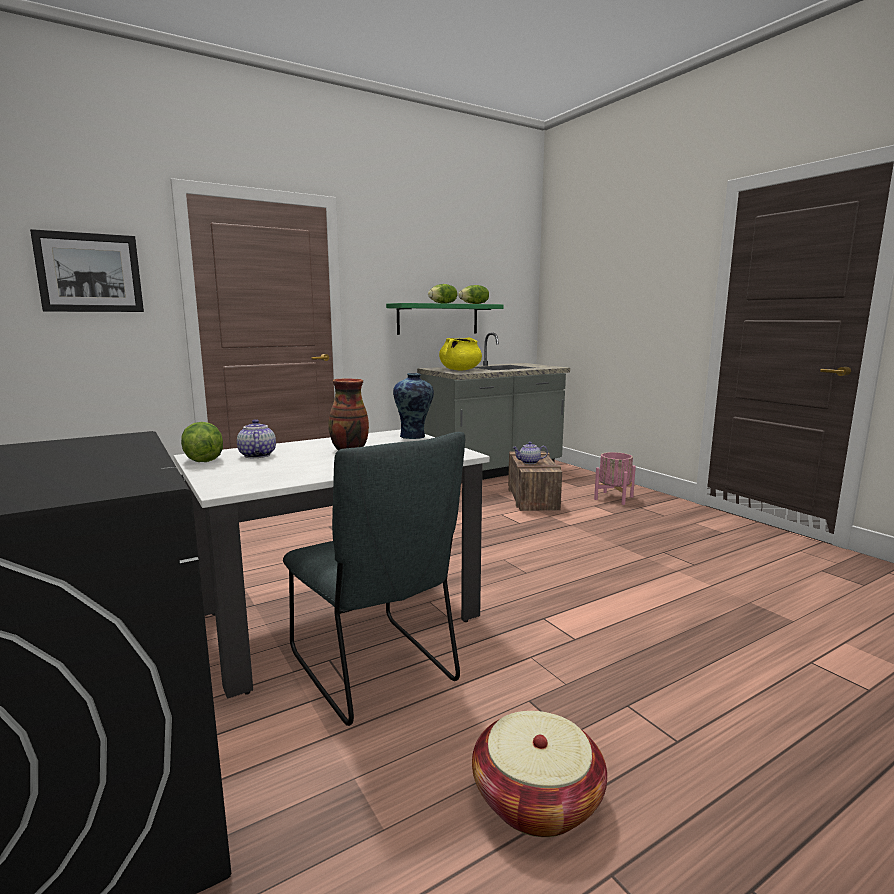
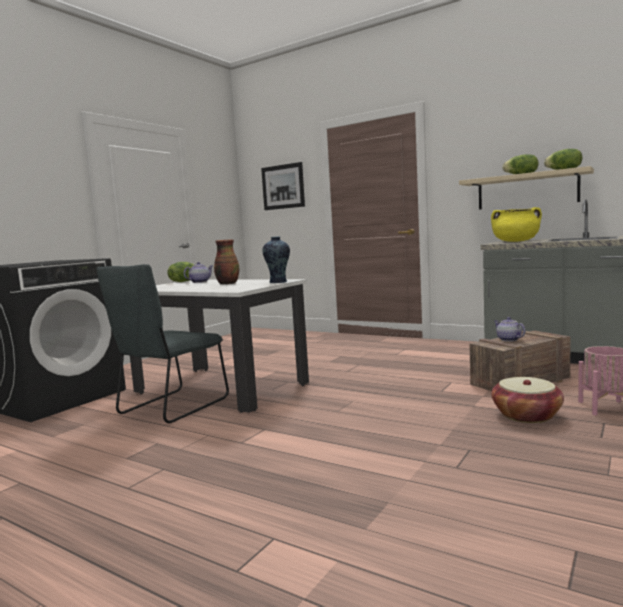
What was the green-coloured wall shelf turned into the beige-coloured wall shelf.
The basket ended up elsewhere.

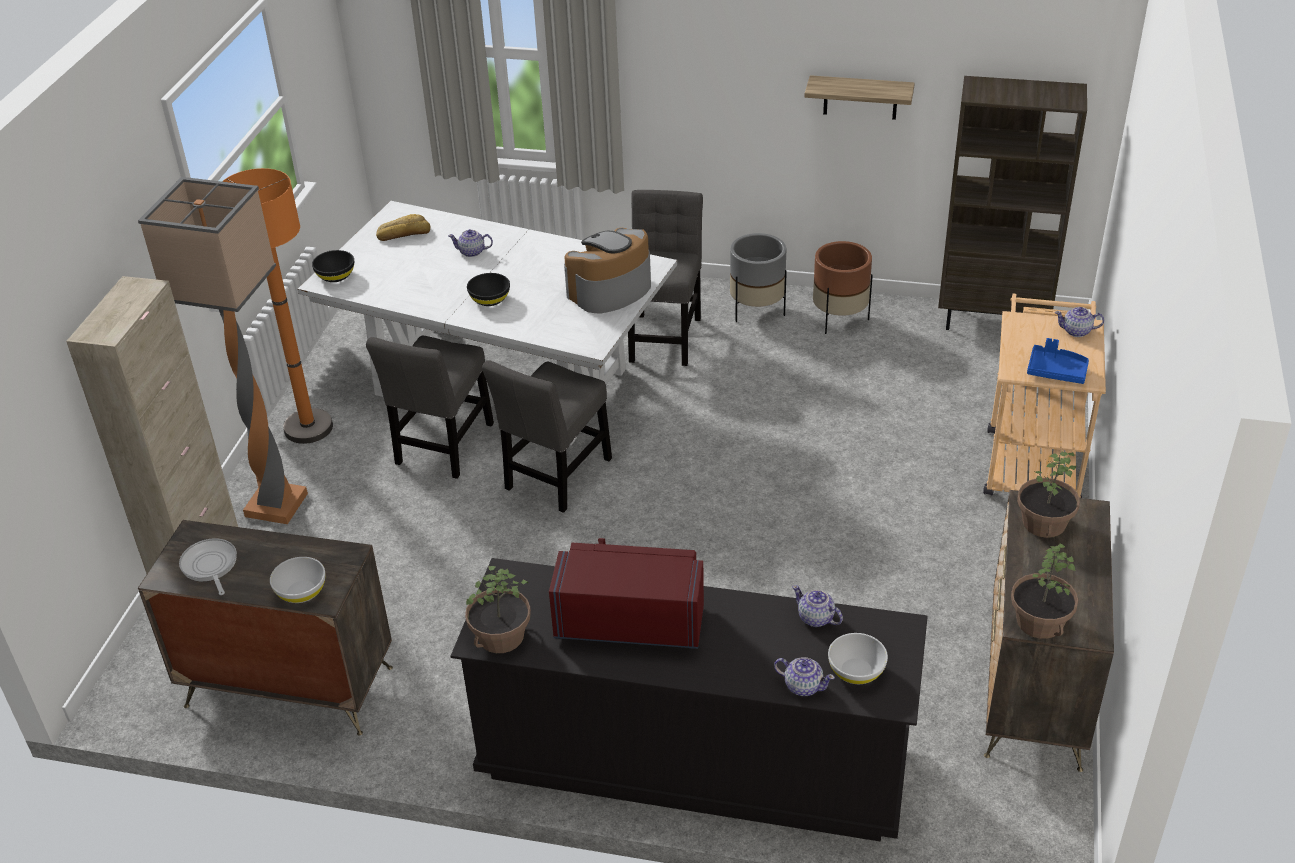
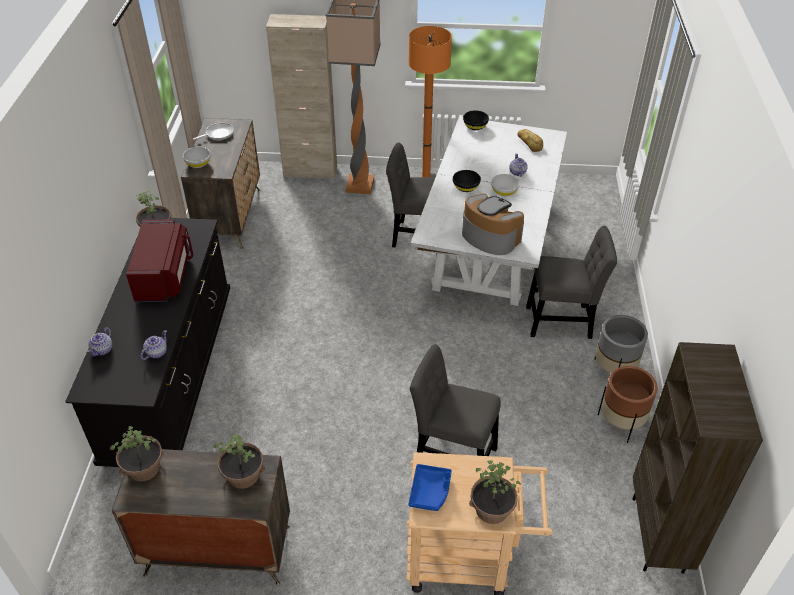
The grey plain chair (2nd from left) ended up elsewhere.
The second view lost the wall shelf.
The white bowl (2nd from left) ended up elsewhere.
Where the tea pot (4th from left) stood, the potted plant (4th from left) came to stand.

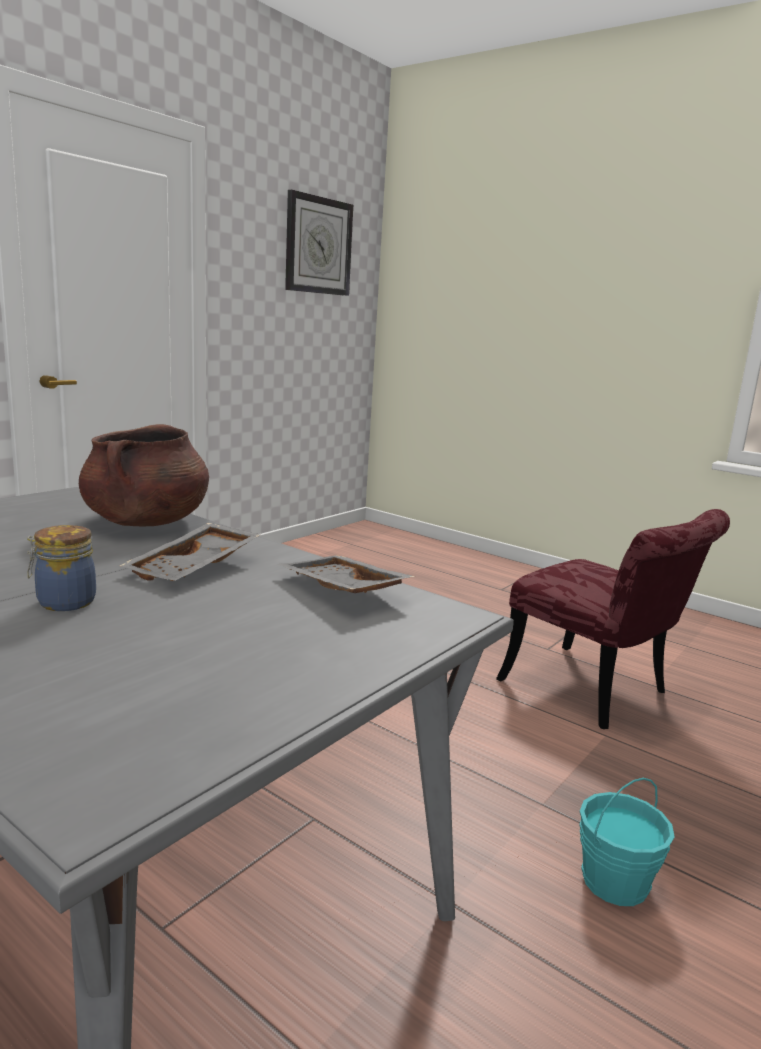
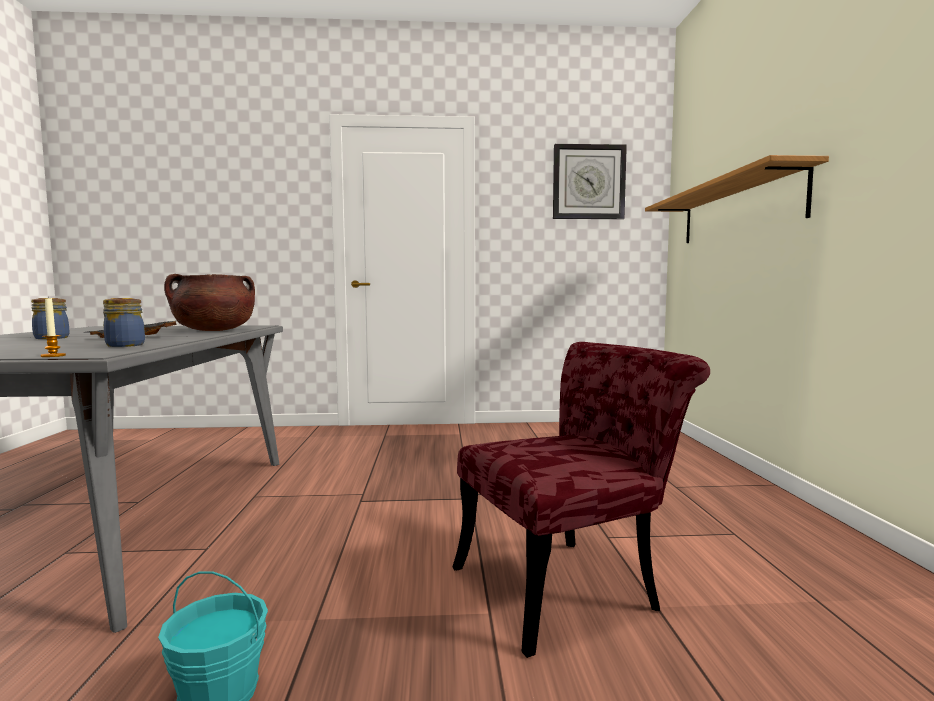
Where the grey tray (2nd from left) stood, the storage jar (2nd from left) came to stand.
The red-coloured plain chair ended up facing another way, 120 degrees counterclockwise from before.
The second view gained the candle.
The second view gained the wall shelf.

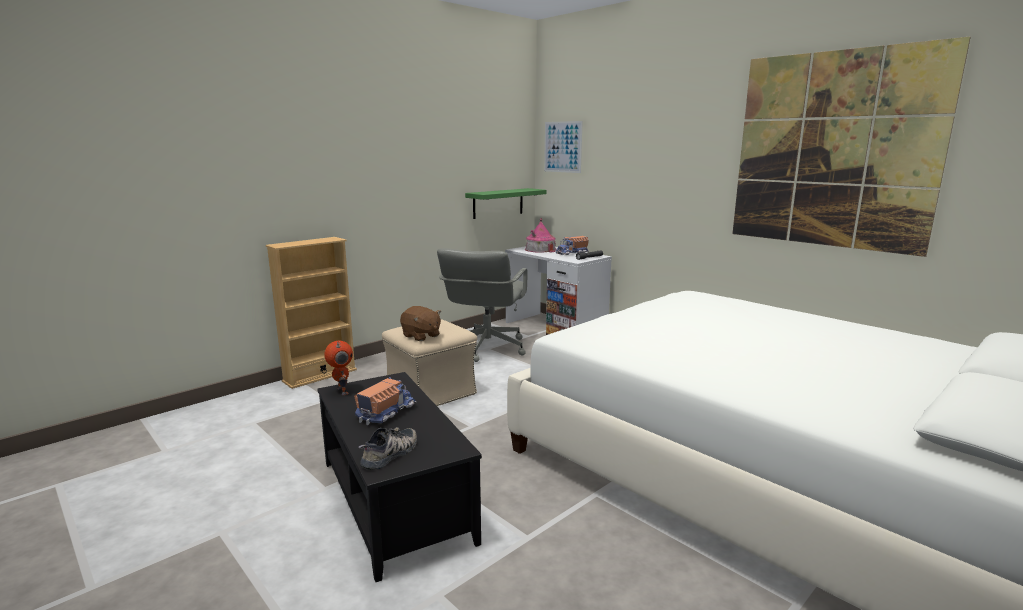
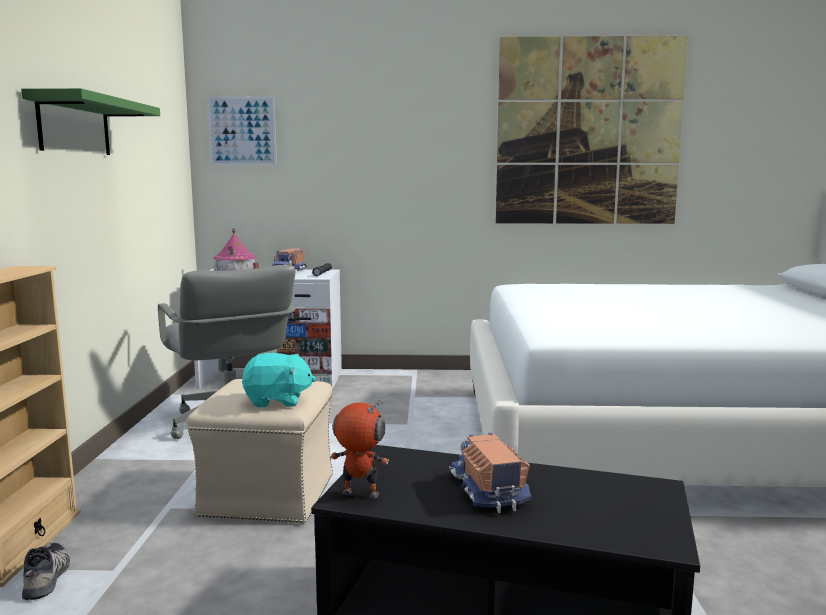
The item of footwear ended up elsewhere.
What was the brown soft toy turned into the turquoise-coloured soft toy.
The green-coloured wall shelf ended up elsewhere.

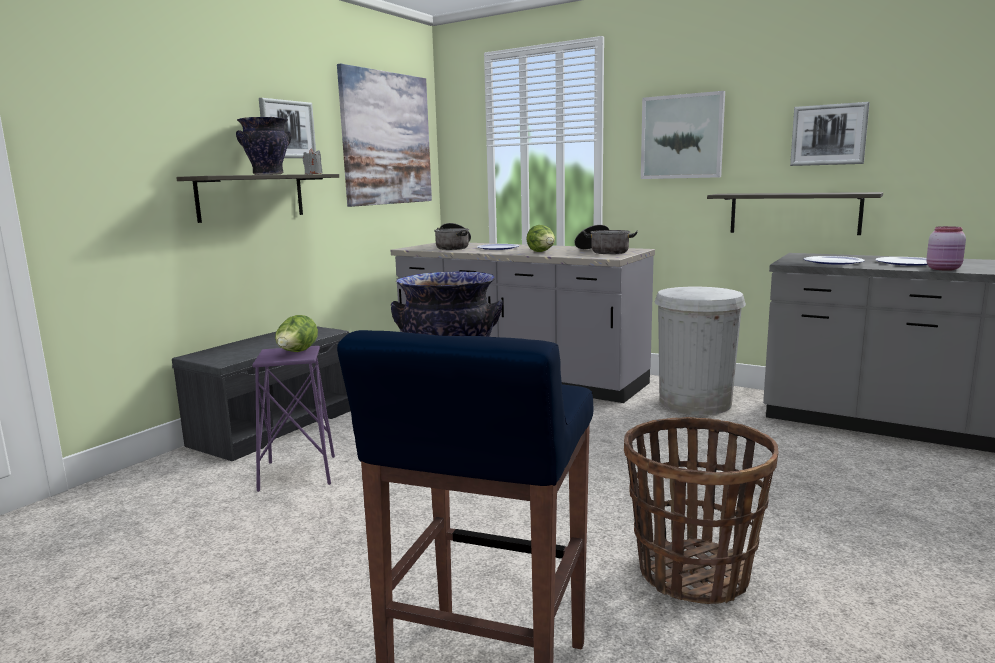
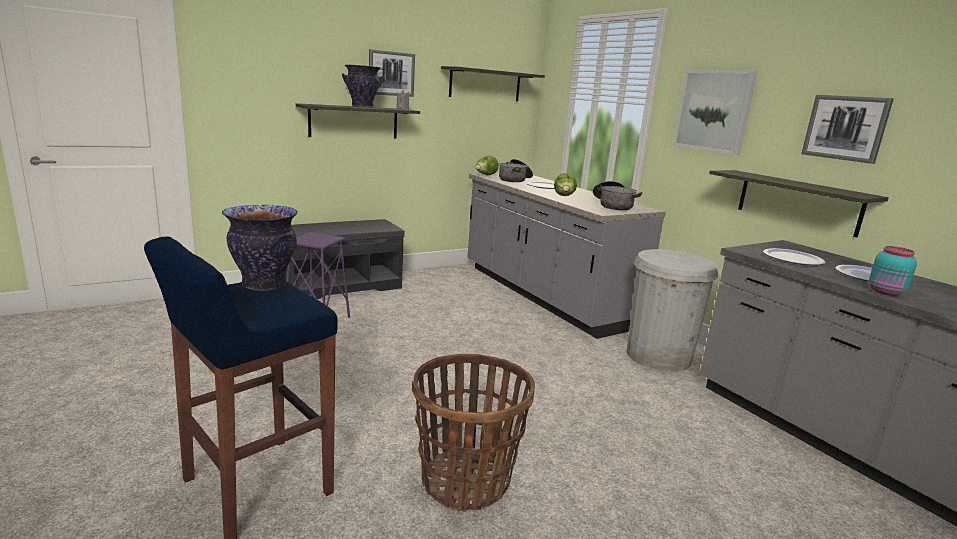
The lettuce (1st from left) ended up elsewhere.
Where the wall art (2nd from left) hung, the wall shelf (2nd from left) came to hang.
What was the pink storage jar turned into the turquoise-coloured storage jar.

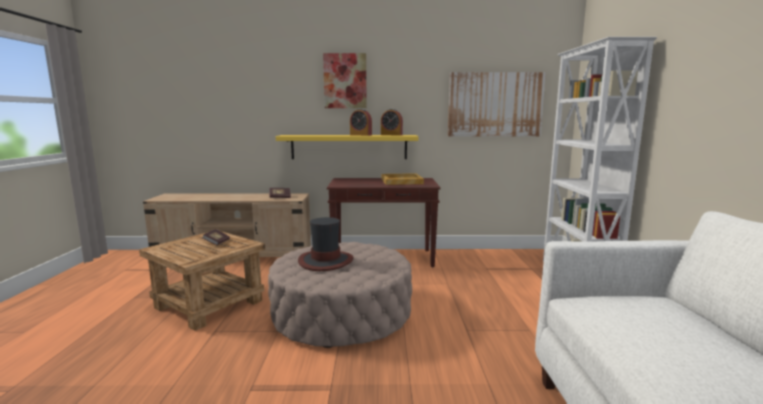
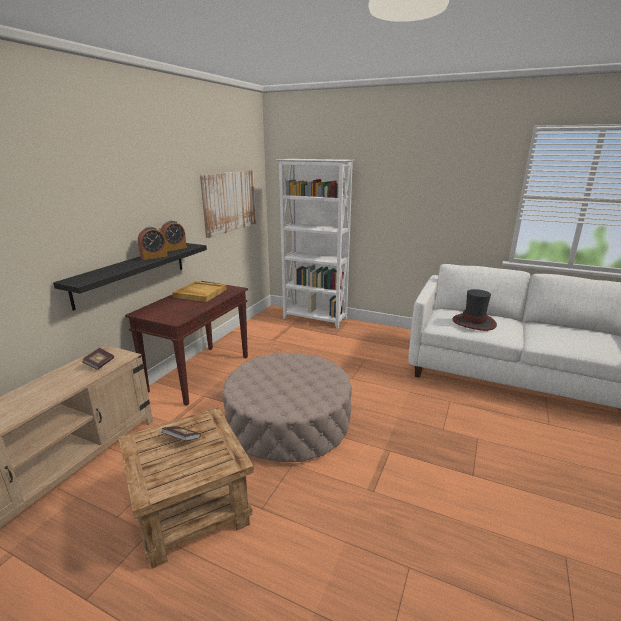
What was the yellow-coloured wall shelf turned into the blackish wall shelf.
The clothing hat ended up elsewhere.
The second view lost the wall art (1st from left).

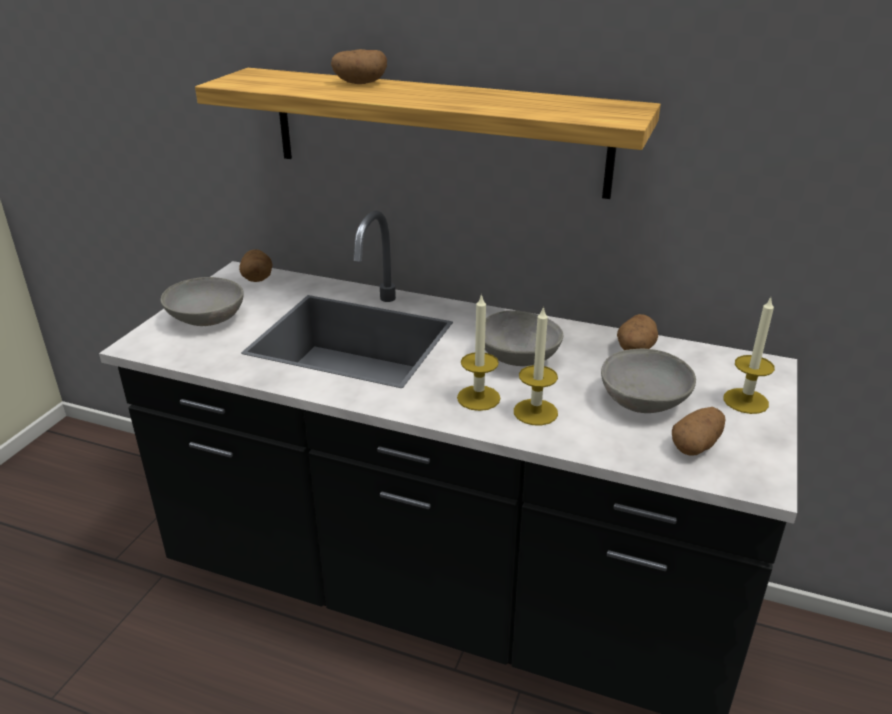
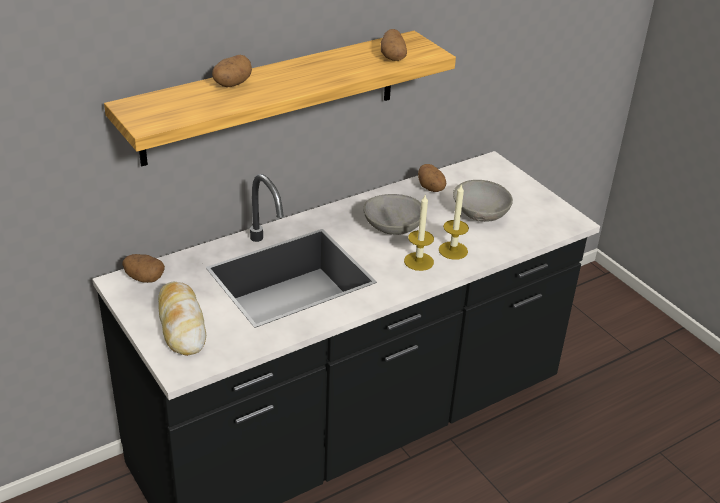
Where the grey bowl (1st from left) stood, the baked bread came to stand.
The whole potato (4th from left in the first image) ended up elsewhere.
The second view lost the candle (3rd from left).

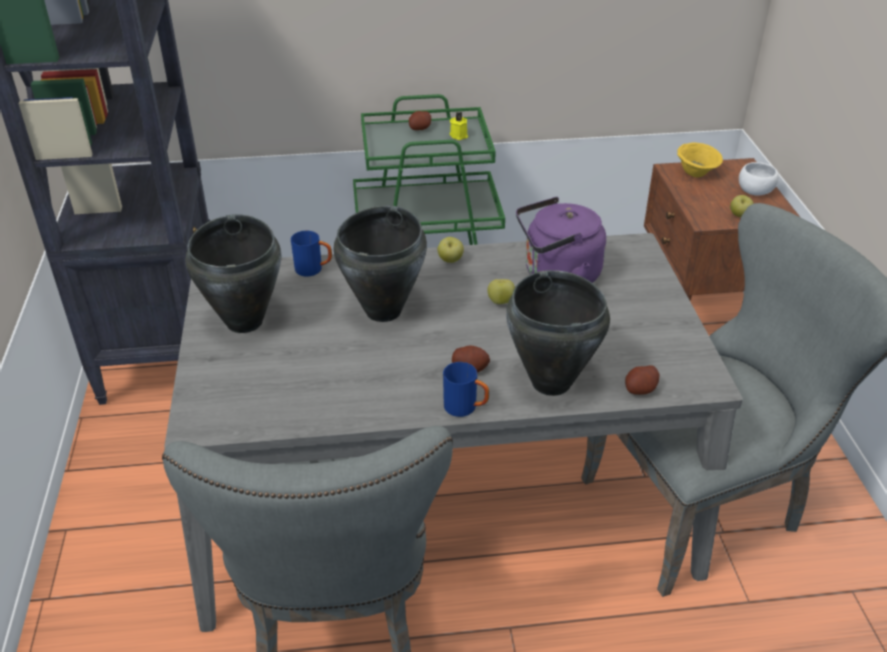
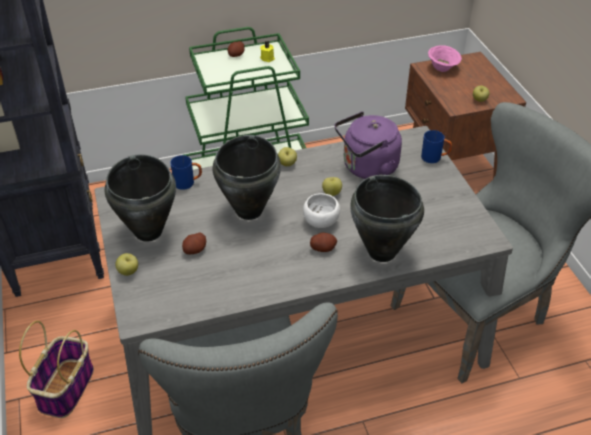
The bluish mug (2nd from left) ended up elsewhere.
The whole potato (3rd from left in the first image) ended up elsewhere.
What was the yellow-coloured bowl turned into the pink bowl.
The white bowl ended up elsewhere.
The second view gained the basket.
The second view gained the apple (1st from left).

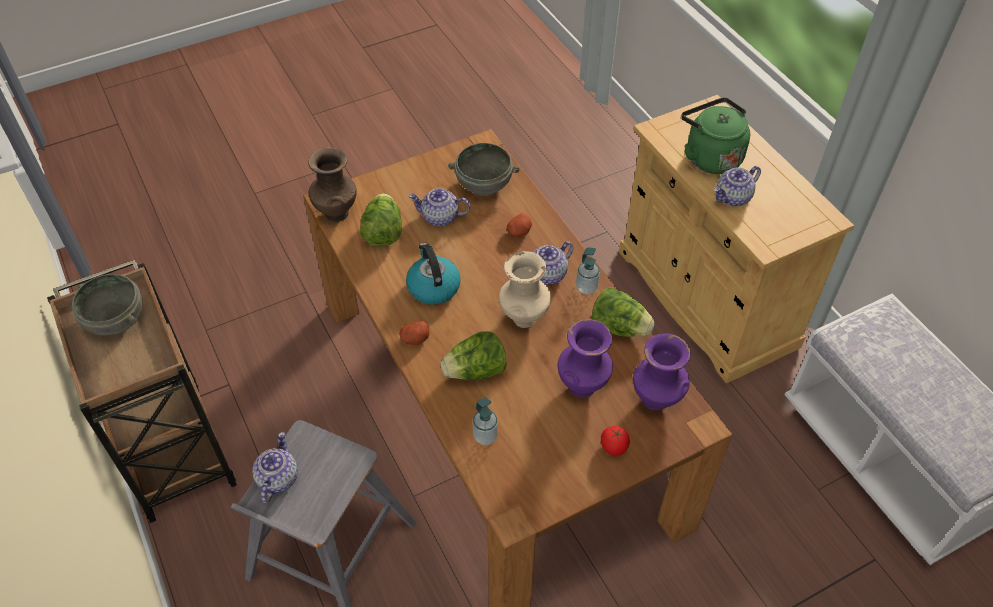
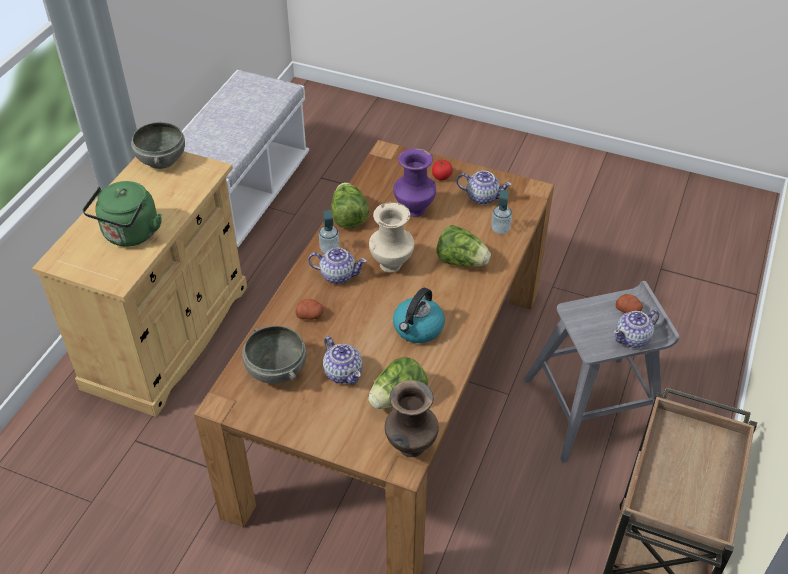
The grey bowl (1st from left) ended up elsewhere.
The whole potato (1st from left in the first image) ended up elsewhere.
The second view lost the purple decorative vase (2nd from left).
The tea pot (4th from left in the first image) ended up elsewhere.

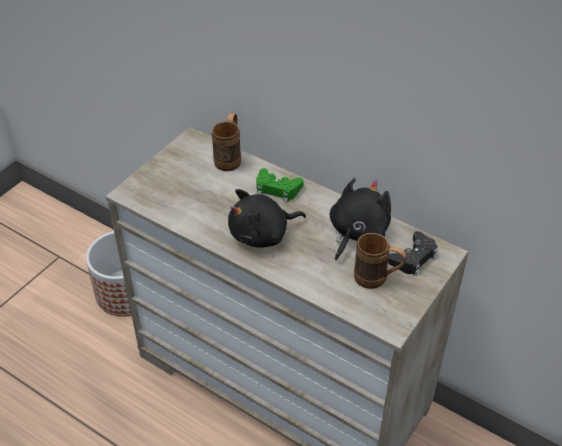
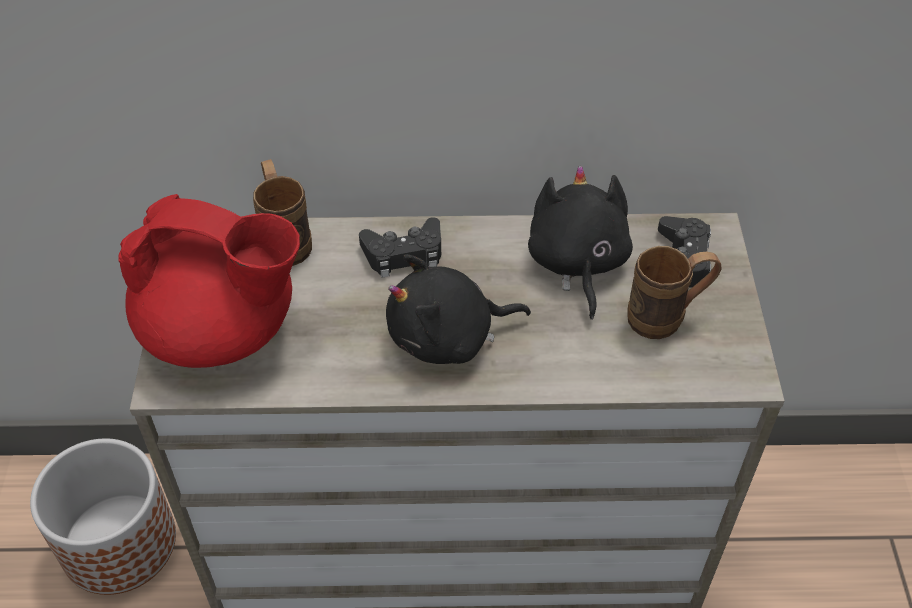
The blackish soft toy (1st from left) ended up facing another way, 45 degrees clockwise from before.
What was the green-coloured gamepad turned into the blackish gamepad (1st from left).
The second view gained the red-coloured tea pot.

